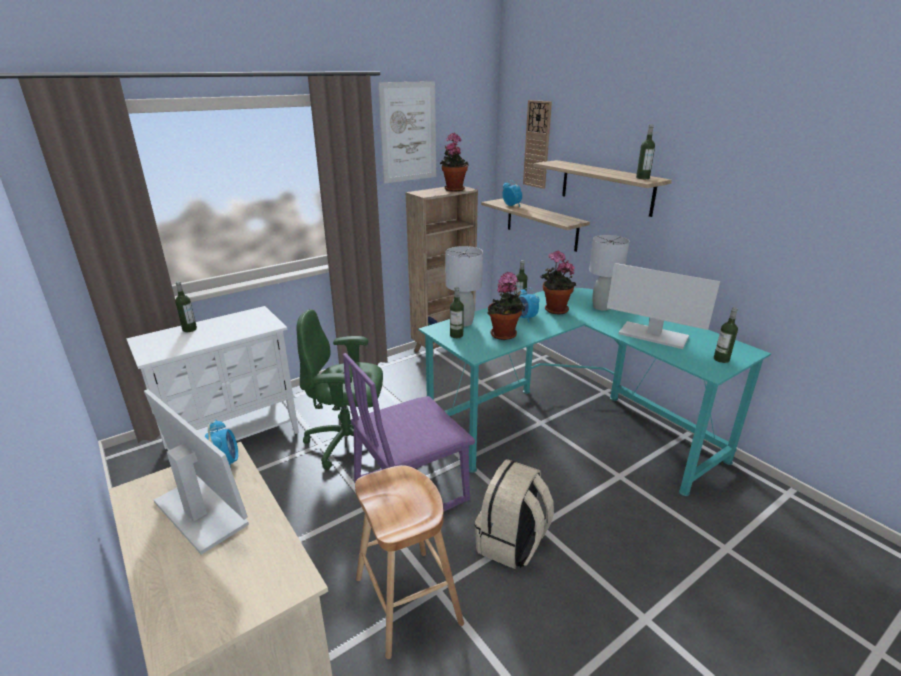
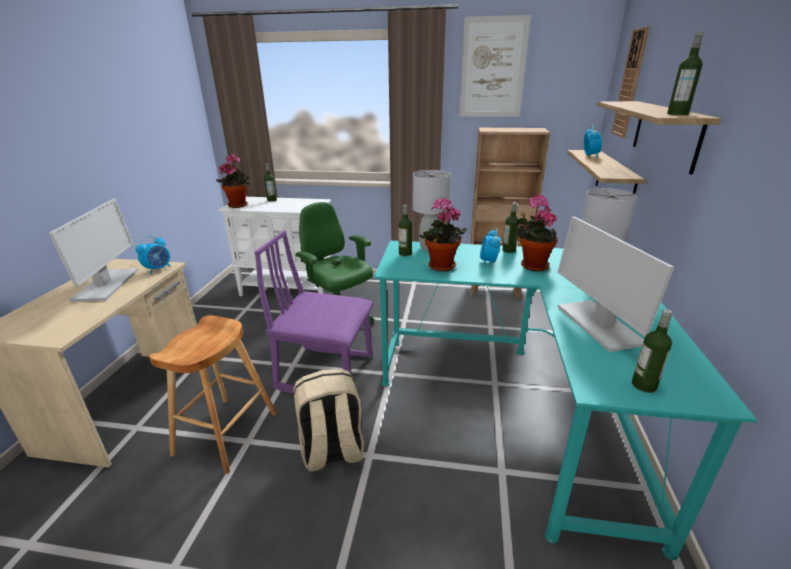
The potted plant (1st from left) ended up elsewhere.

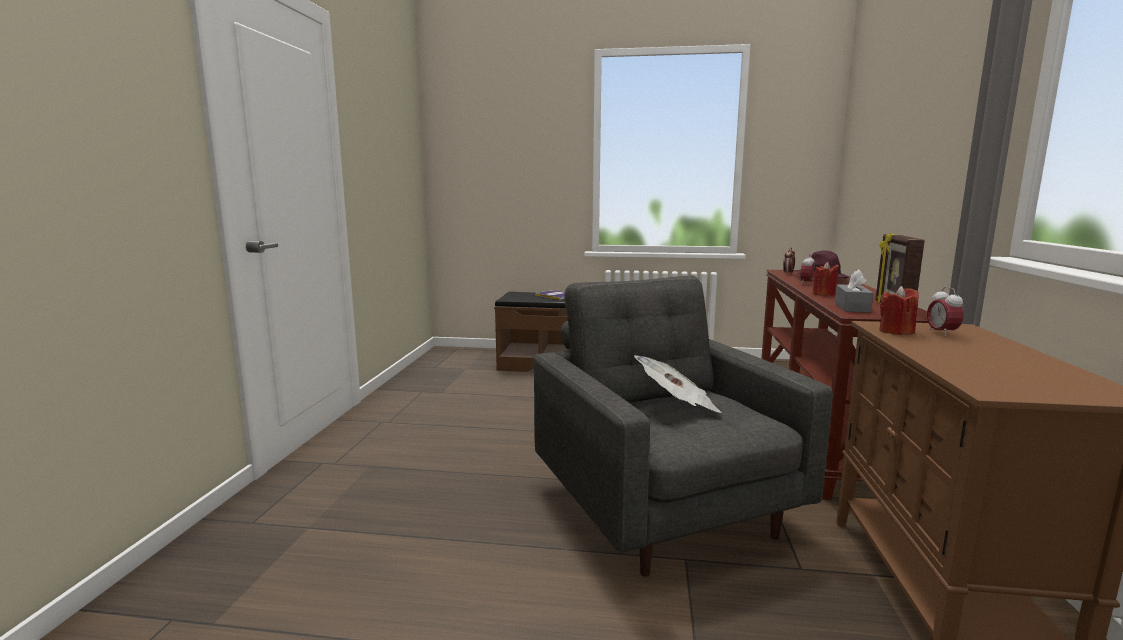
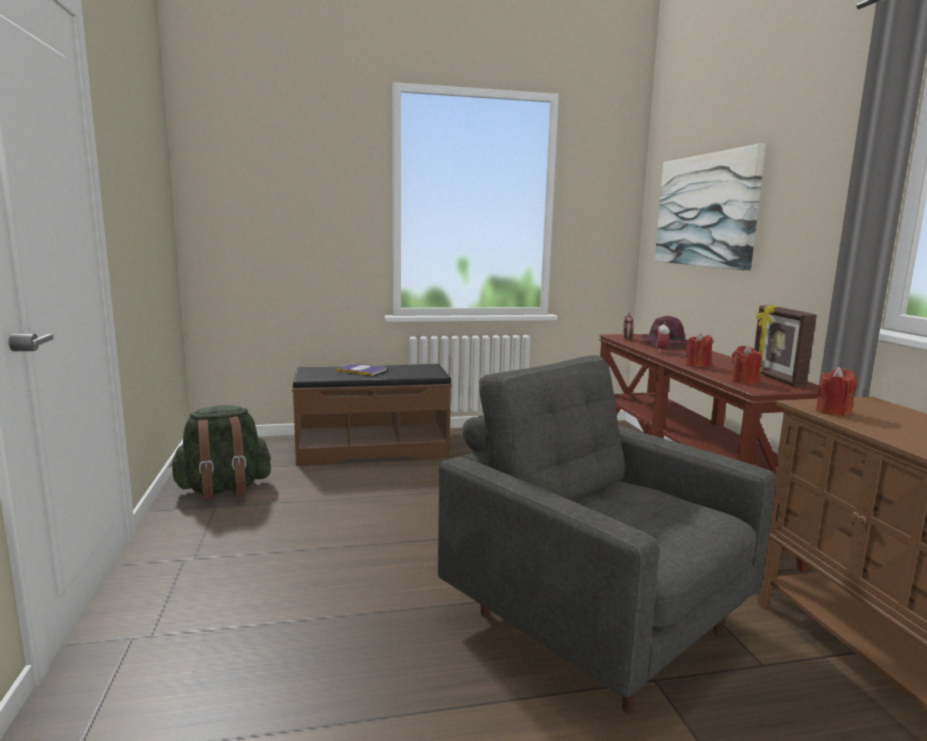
The second view lost the newspaper.
Where the grey box of tissues stood, the red-coloured candle (2nd from left) came to stand.
The second view lost the bedside clock (3rd from left).
The second view gained the green-coloured knapsack.
The second view gained the wall art.

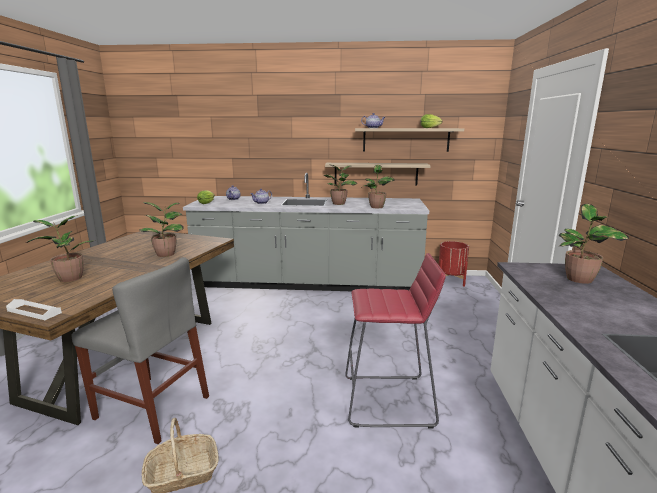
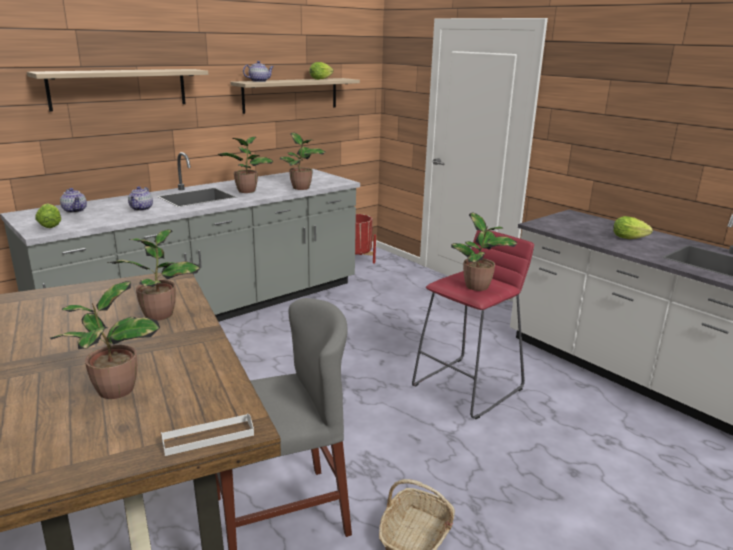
The wall shelf (1st from left) ended up elsewhere.
The potted plant (5th from left) ended up elsewhere.
The second view gained the lettuce (3rd from left).

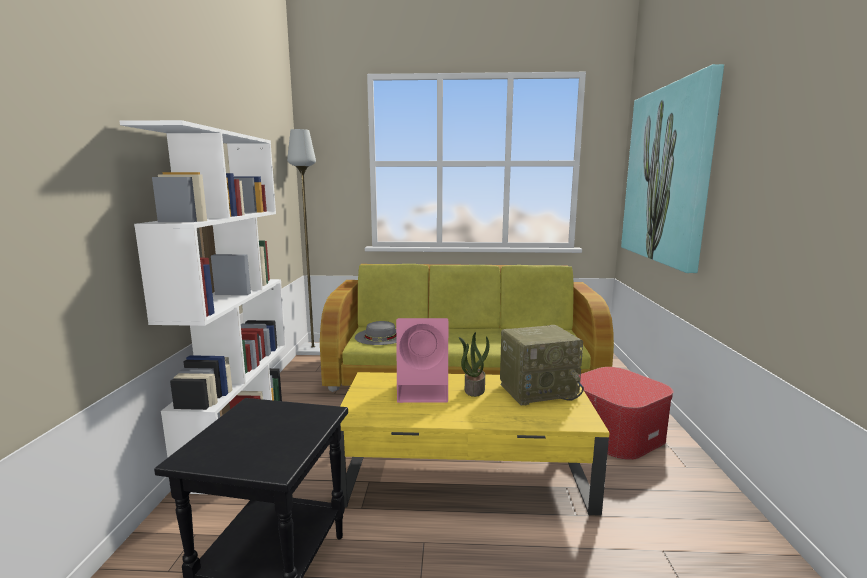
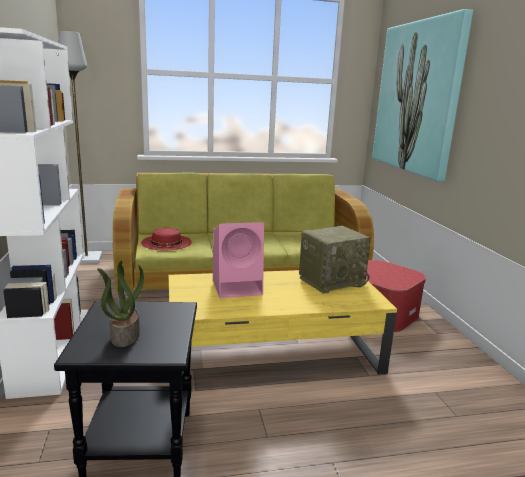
What was the grey clothing hat turned into the red-coloured clothing hat.
The potted plant ended up elsewhere.

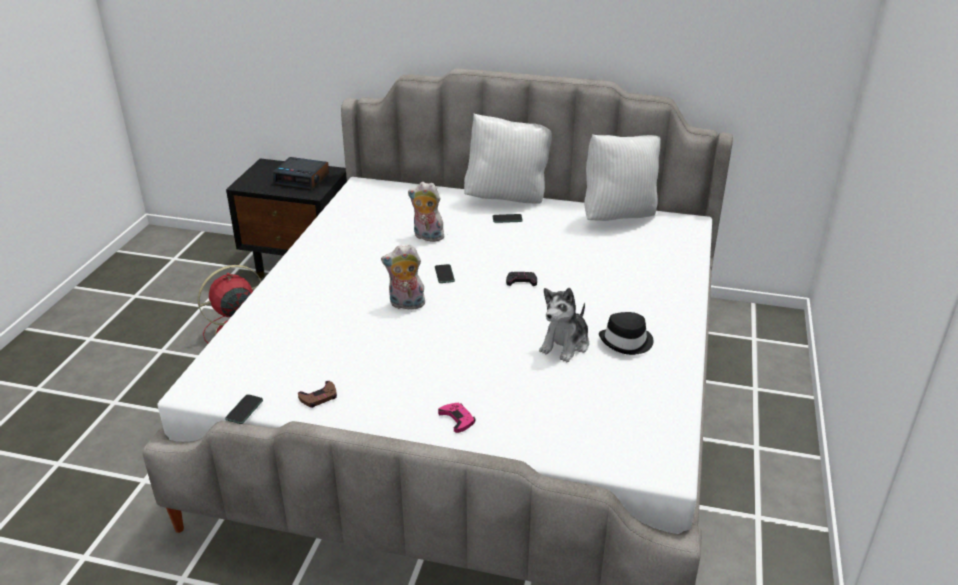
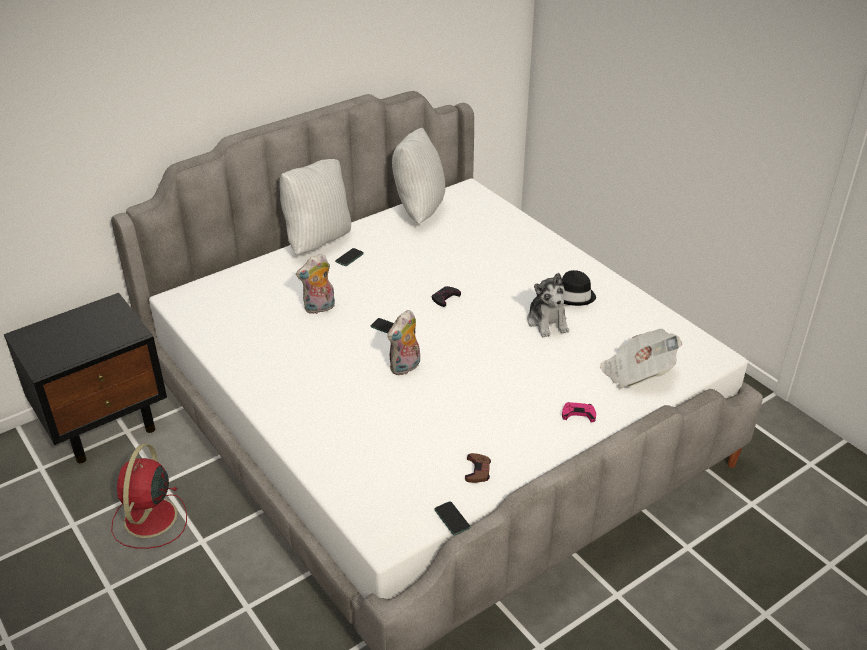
The second view lost the bedside clock.
The second view gained the newspaper.

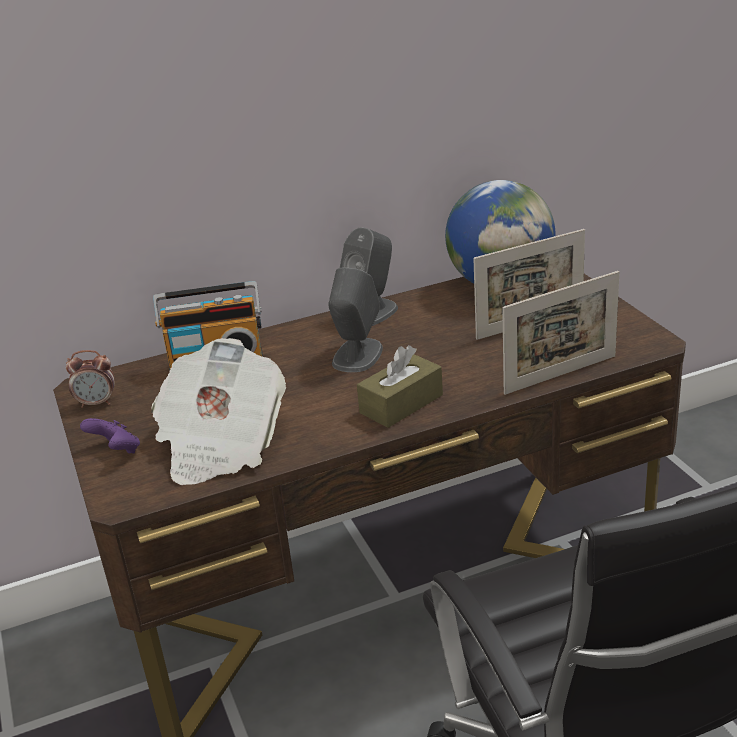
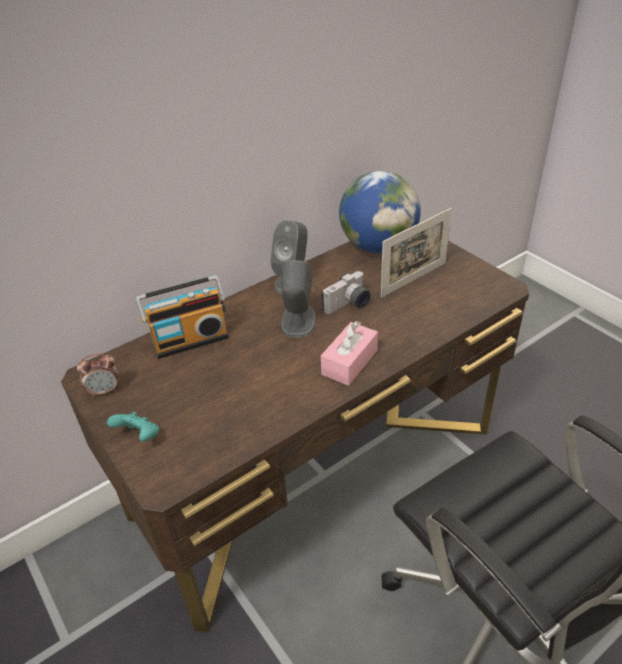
What was the purple gamepad turned into the turquoise-coloured gamepad.
The second view lost the newspaper.
What was the brown box of tissues turned into the pink box of tissues.
The second view lost the picture frame (2nd from left).
The second view gained the photo camera.

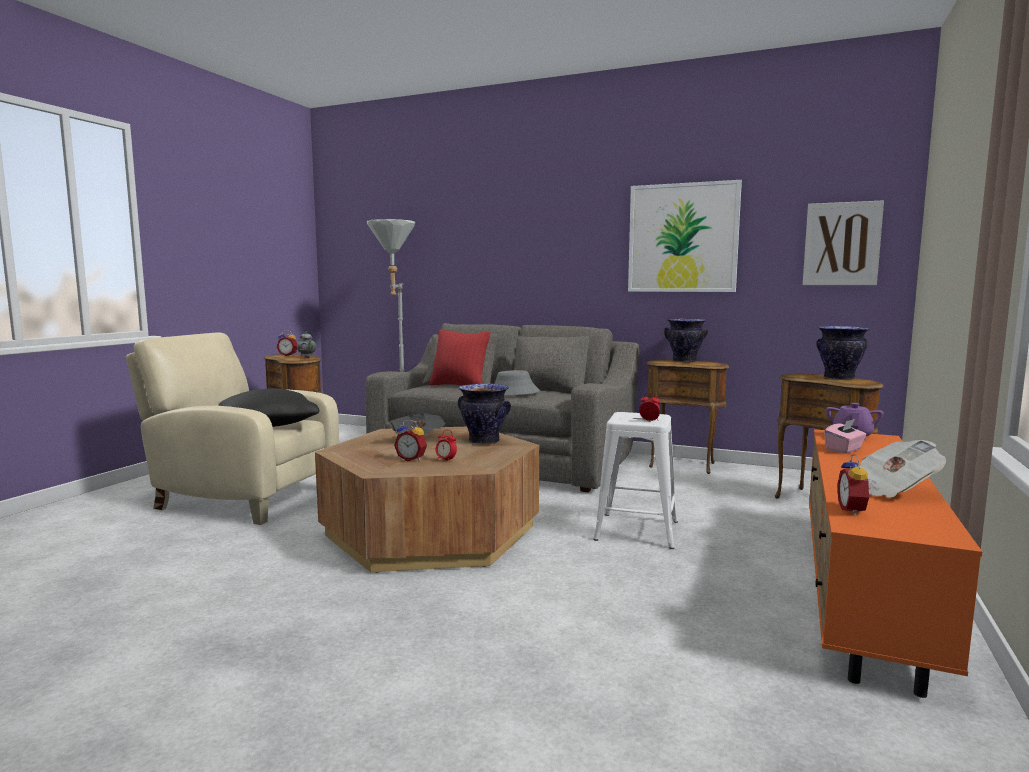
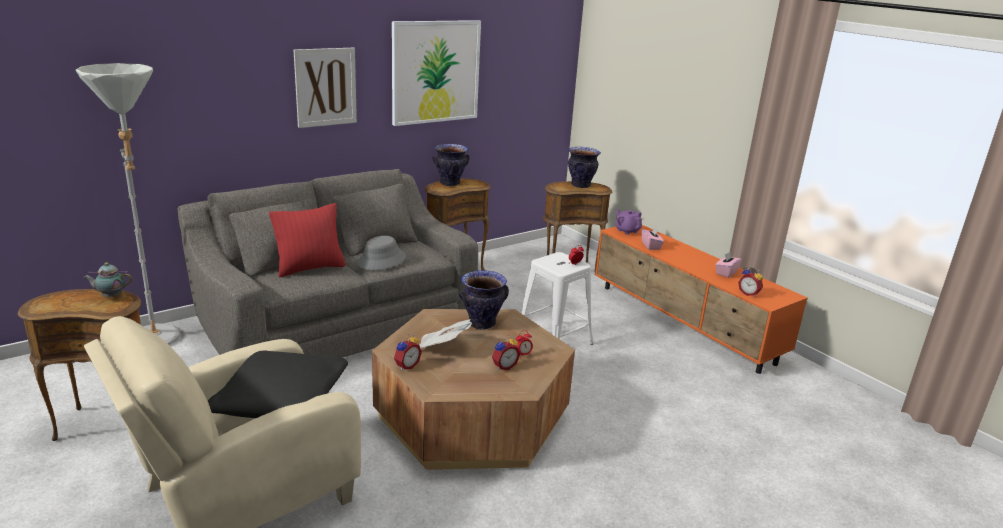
The bedside clock (1st from left) ended up elsewhere.
The wall art (2nd from left in the first image) ended up elsewhere.
Where the newspaper (2nd from left) stood, the pink box of tissues (2nd from left) came to stand.

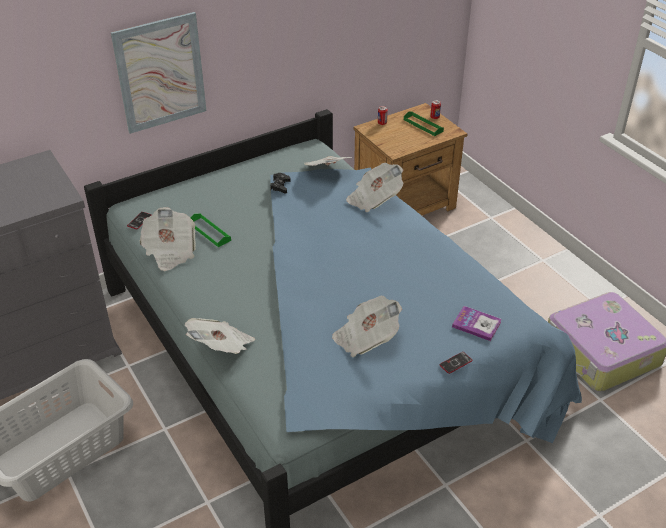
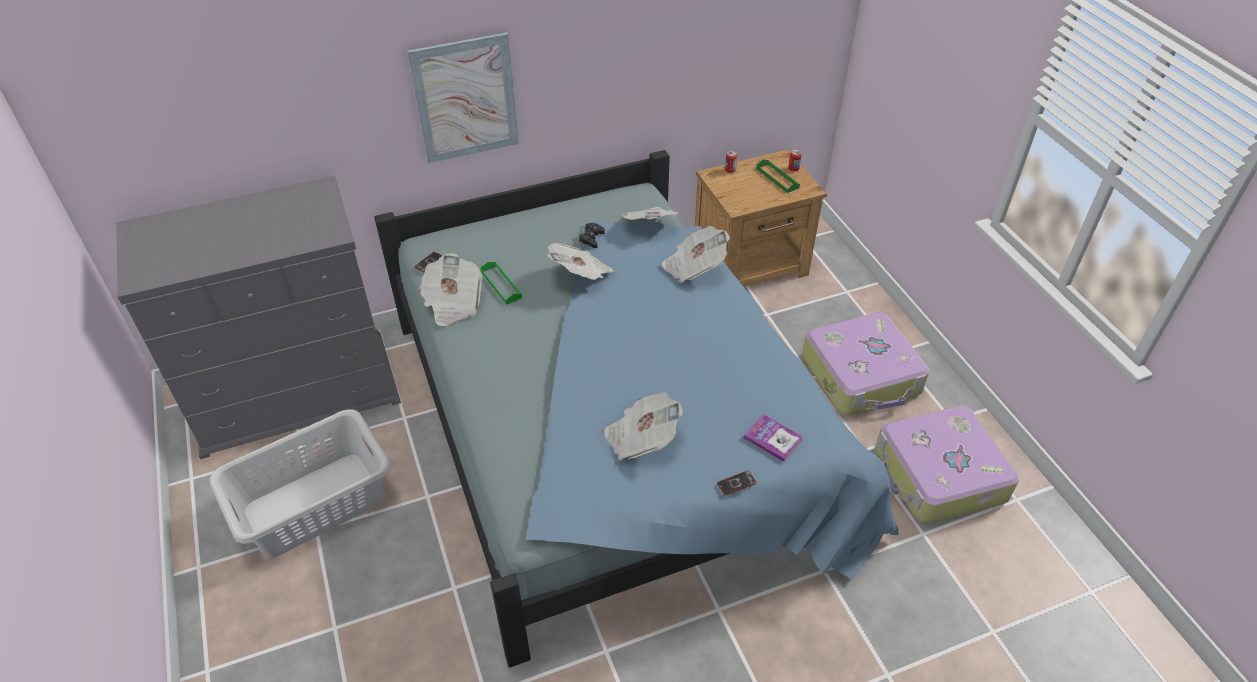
The newspaper (2nd from left) ended up elsewhere.
The second view gained the travel case (1st from left).

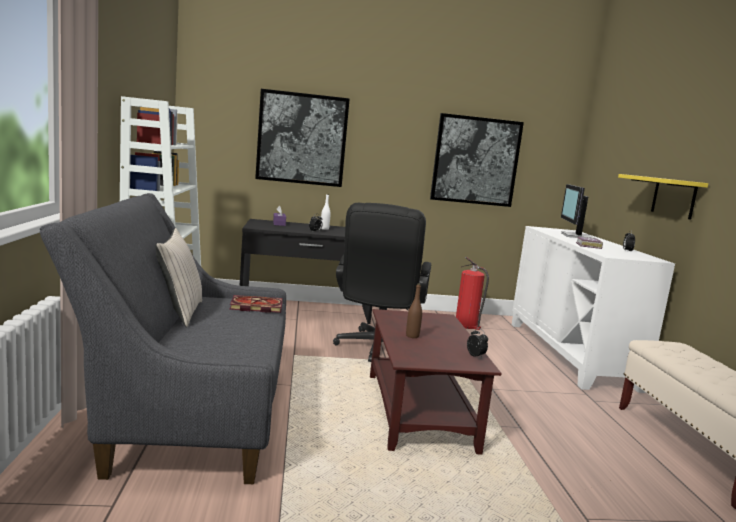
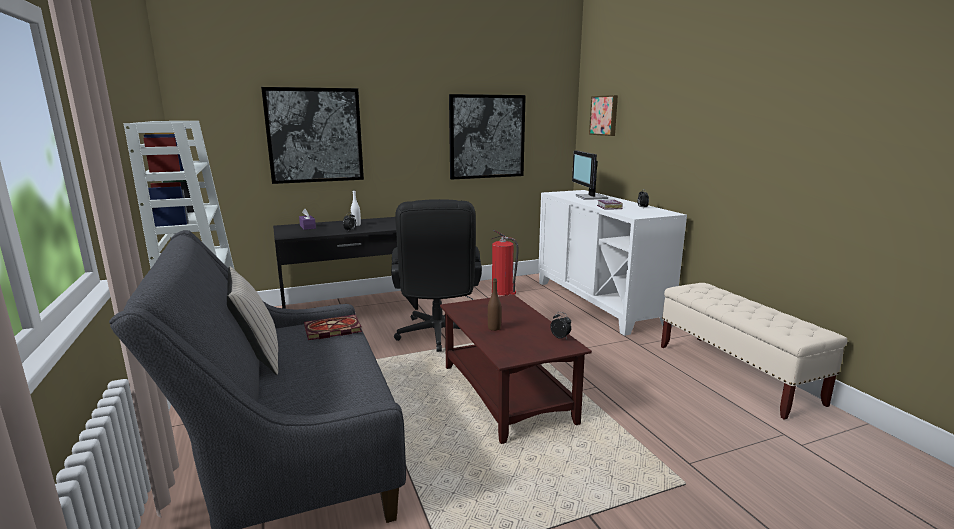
The second view lost the yellow-coloured wall shelf.
The second view gained the wall art (3rd from left).

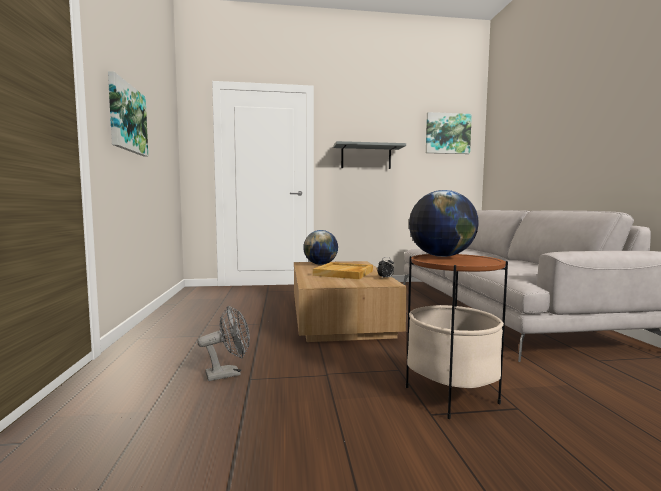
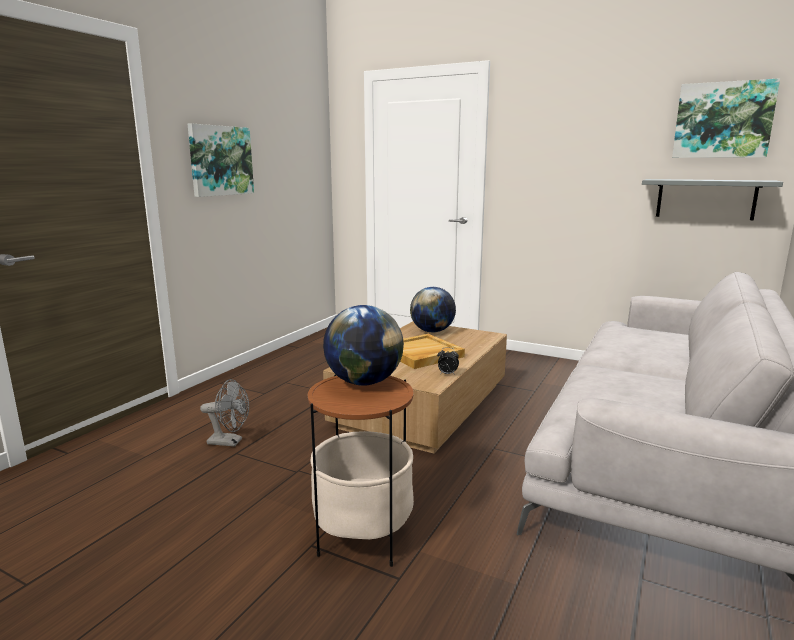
The grey wall shelf ended up elsewhere.

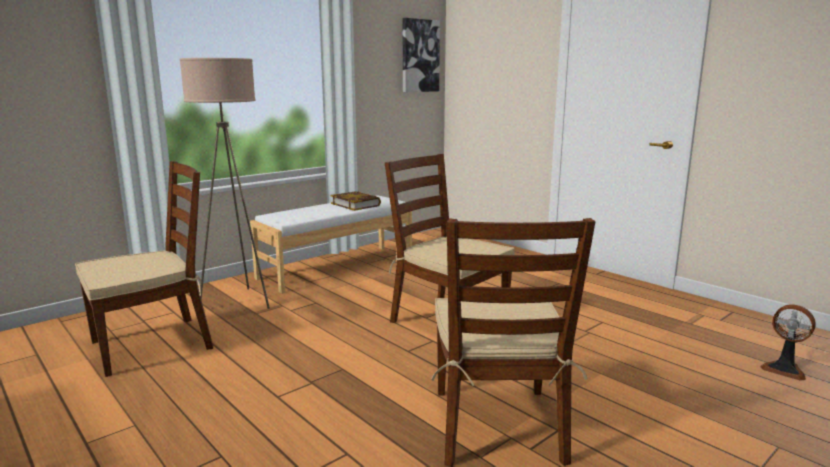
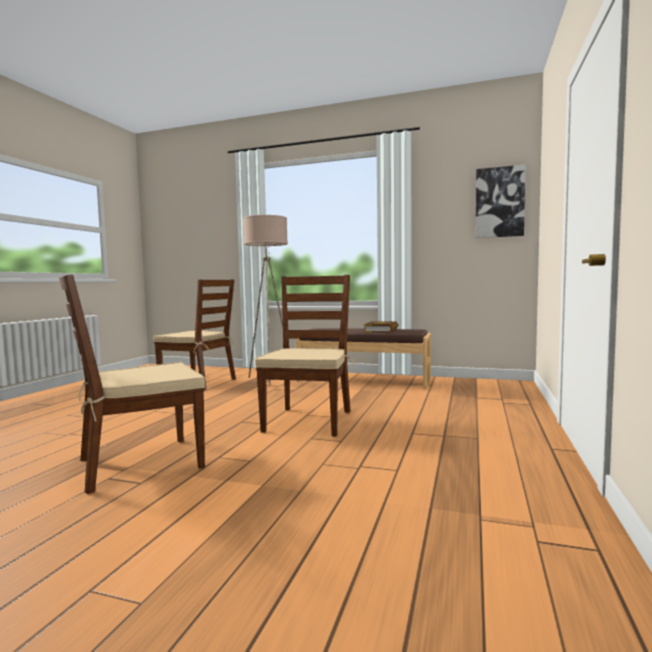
What was the white bench turned into the brown bench.
The second view lost the electric fan.

